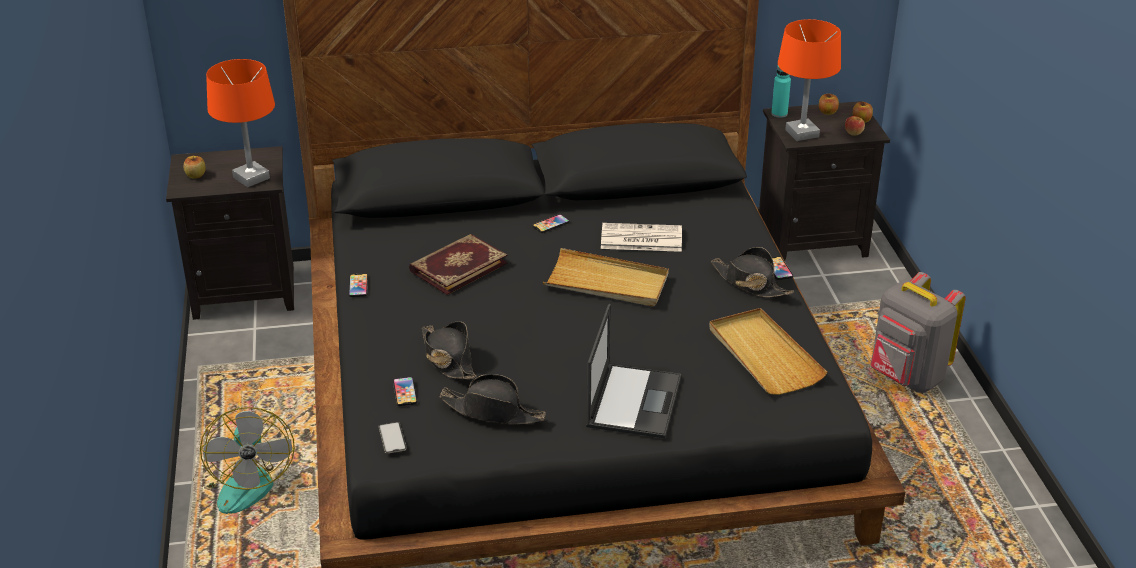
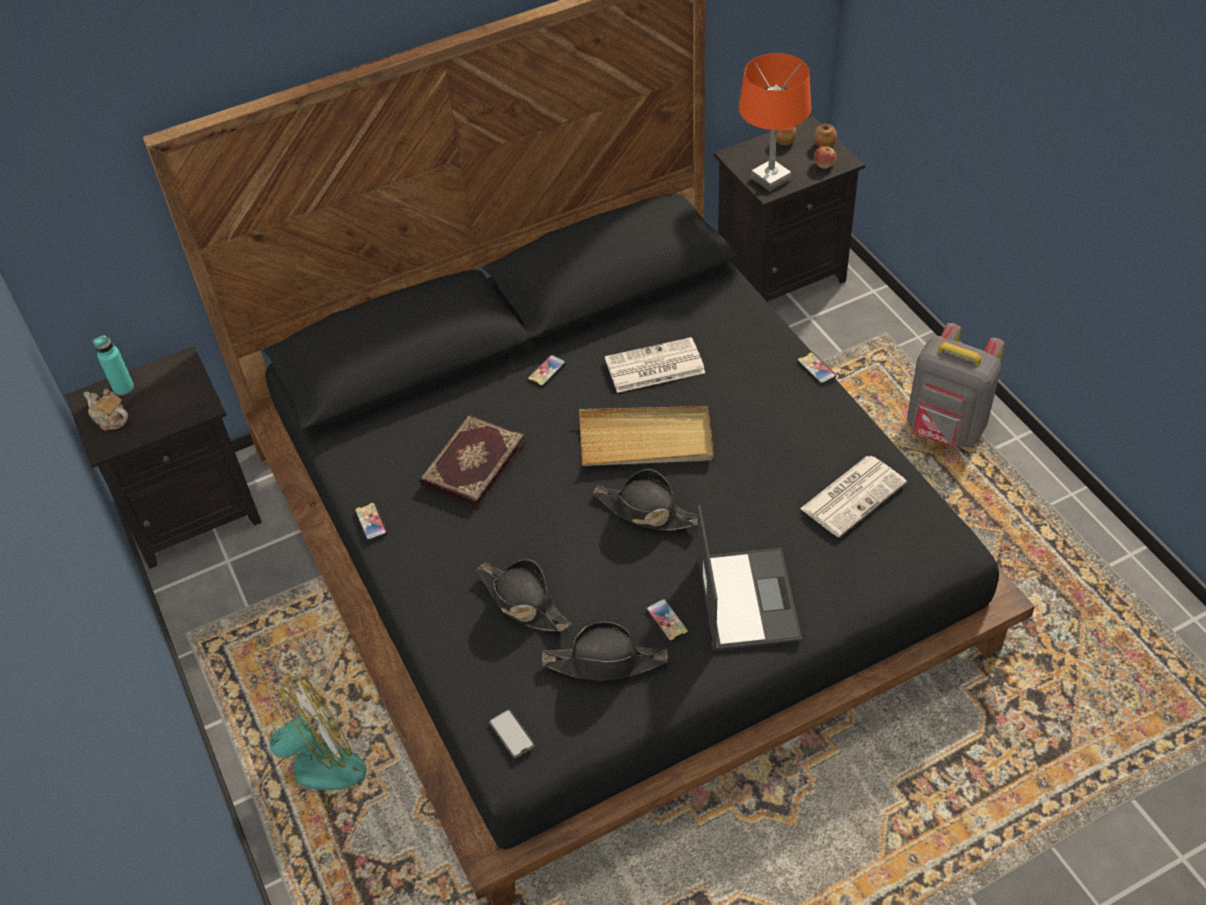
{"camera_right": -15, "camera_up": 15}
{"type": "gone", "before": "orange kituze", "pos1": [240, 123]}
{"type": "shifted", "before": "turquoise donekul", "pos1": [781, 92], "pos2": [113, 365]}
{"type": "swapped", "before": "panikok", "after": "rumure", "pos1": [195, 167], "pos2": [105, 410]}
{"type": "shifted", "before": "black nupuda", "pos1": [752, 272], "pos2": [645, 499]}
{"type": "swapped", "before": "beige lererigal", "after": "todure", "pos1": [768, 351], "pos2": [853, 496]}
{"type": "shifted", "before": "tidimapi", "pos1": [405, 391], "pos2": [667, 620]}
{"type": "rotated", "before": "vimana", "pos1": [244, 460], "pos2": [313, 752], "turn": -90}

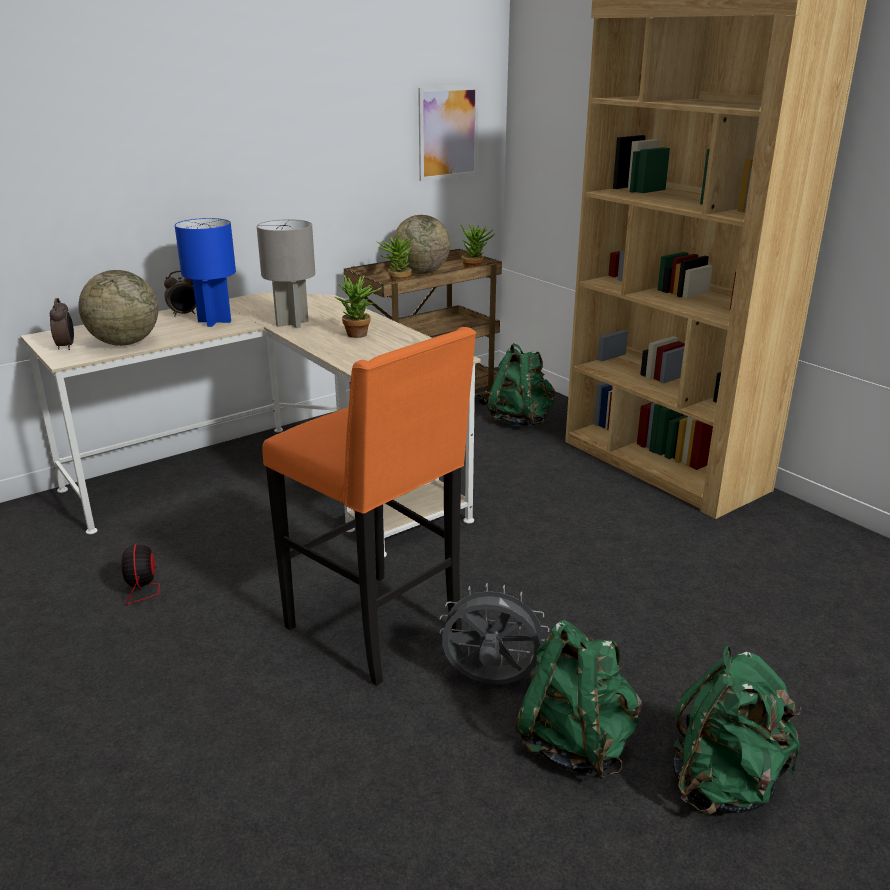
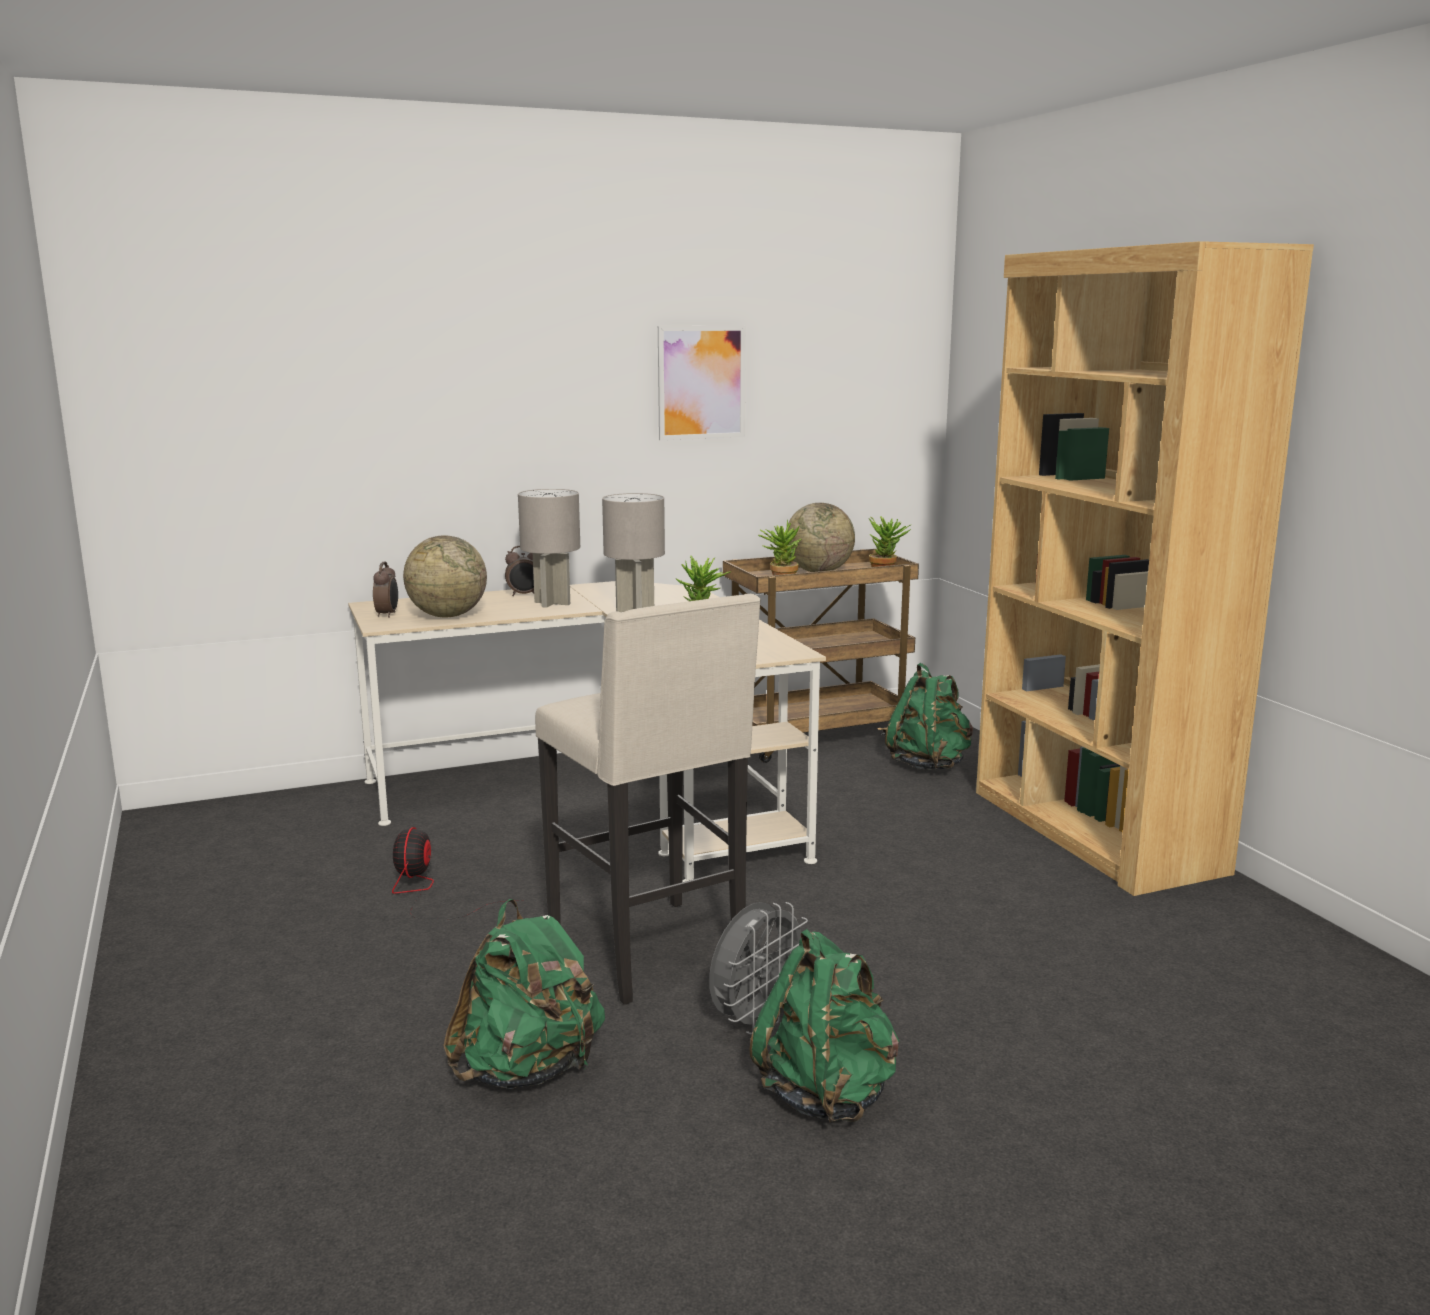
{"camera_right": 15, "camera_up": -10}
{"type": "shifted", "before": "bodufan", "pos1": [448, 133], "pos2": [702, 383]}
{"type": "repainted", "before": "blue kituze", "after": "grey kituze", "pos1": [205, 272], "pos2": [549, 548]}
{"type": "repainted", "before": "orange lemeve", "after": "beige lemeve", "pos1": [369, 506], "pos2": [648, 799]}
{"type": "rotated", "before": "grey vimana", "pos1": [494, 634], "pos2": [758, 968], "turn": 105}
{"type": "shifted", "before": "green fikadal", "pos1": [737, 730], "pos2": [524, 994]}

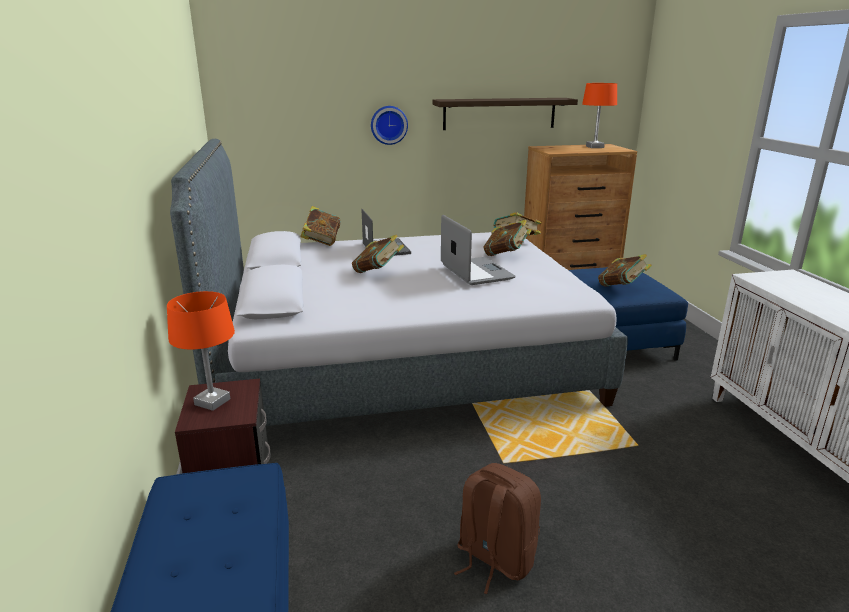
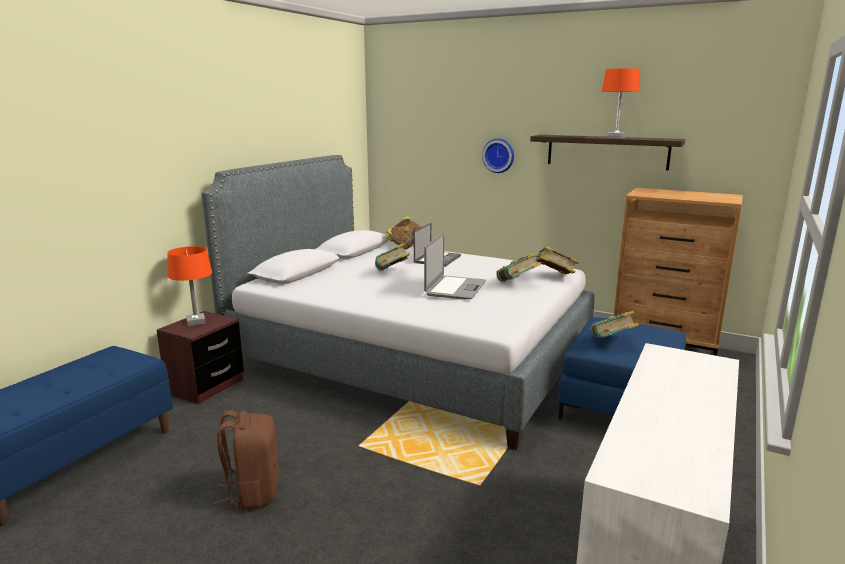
{"camera_right": 40, "camera_up": -5}
{"type": "shifted", "before": "orange kituze", "pos1": [599, 115], "pos2": [621, 103]}

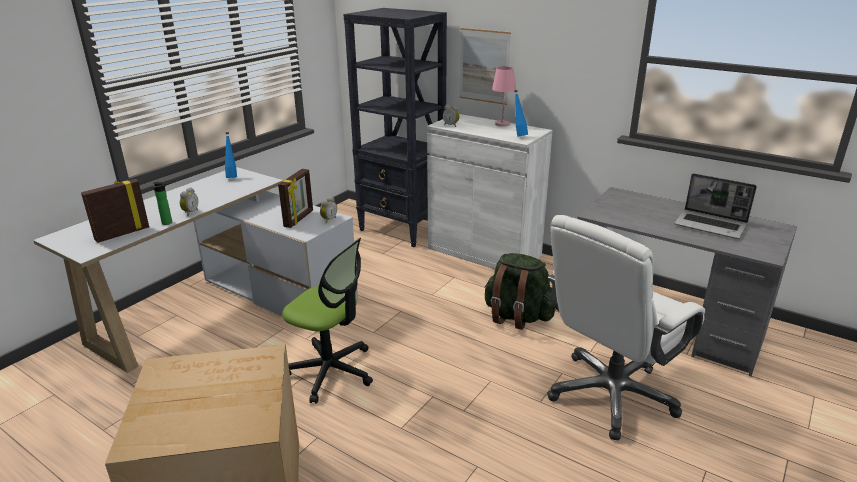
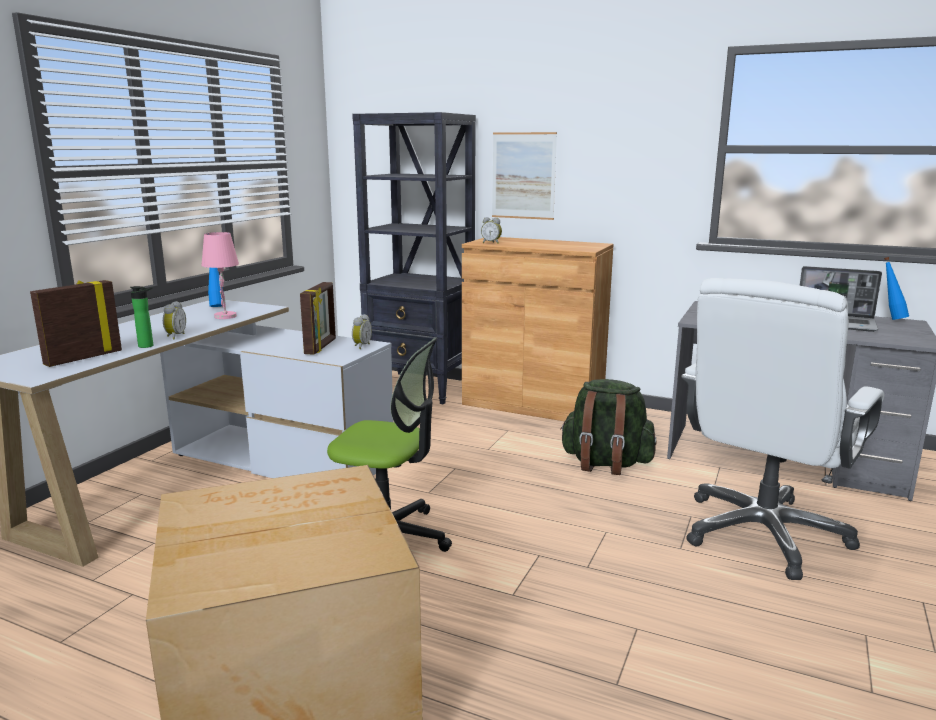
{"camera_right": -10, "camera_up": -10}
{"type": "shifted", "before": "pink kituze", "pos1": [504, 96], "pos2": [220, 275]}
{"type": "shifted", "before": "blue donekul", "pos1": [521, 113], "pos2": [896, 288]}
{"type": "repainted", "before": "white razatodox", "after": "brown razatodox", "pos1": [490, 191], "pos2": [538, 329]}

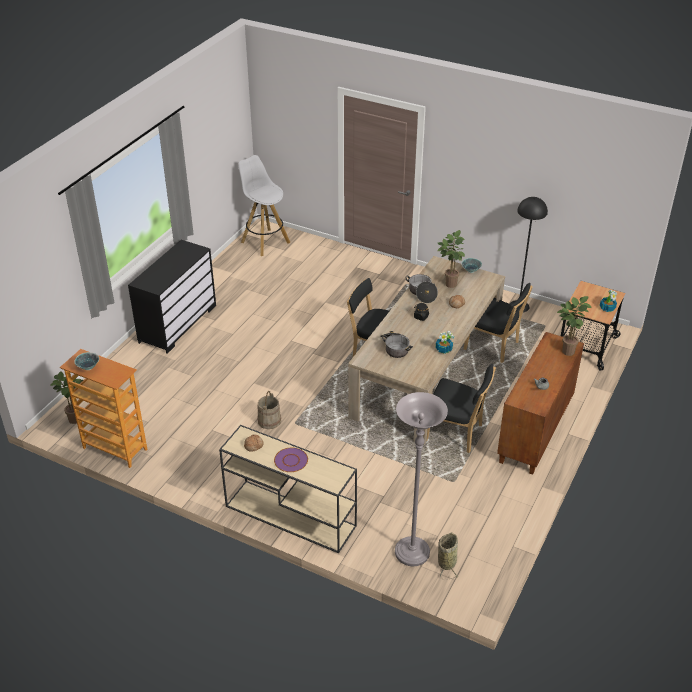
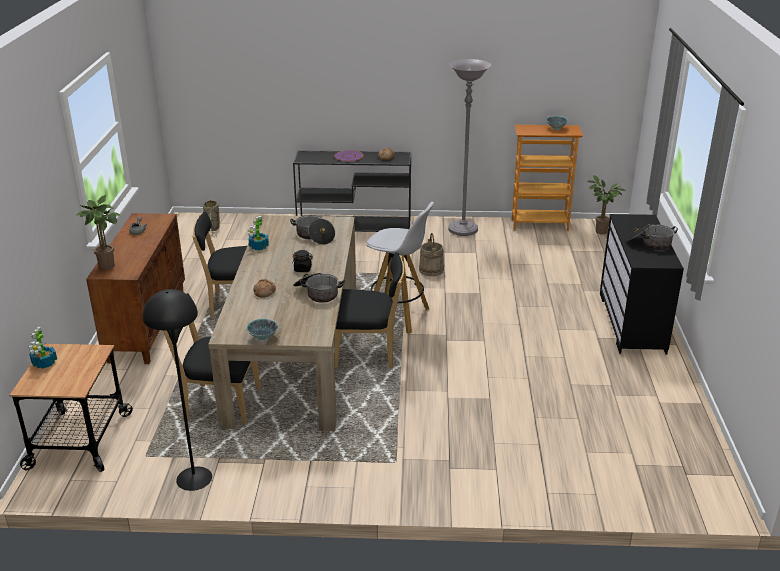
{"camera_right": 155, "camera_up": -10}
{"type": "shifted", "before": "white lemeve", "pos1": [264, 205], "pos2": [400, 268]}
{"type": "gone", "before": "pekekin", "pos1": [451, 259]}
{"type": "shifted", "before": "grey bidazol", "pos1": [421, 479], "pos2": [469, 147]}
{"type": "repainted", "before": "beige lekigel", "after": "black lekigel", "pos1": [288, 489], "pos2": [352, 191]}
{"type": "new", "after": "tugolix", "pos2": [652, 237]}

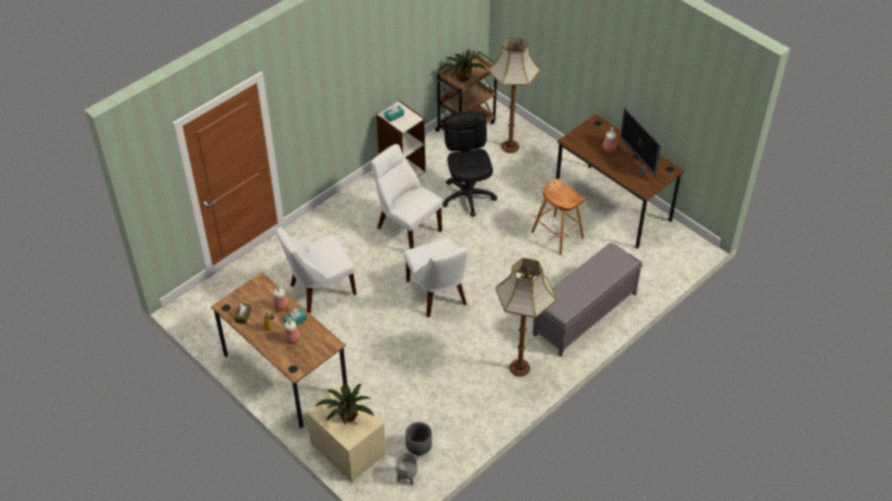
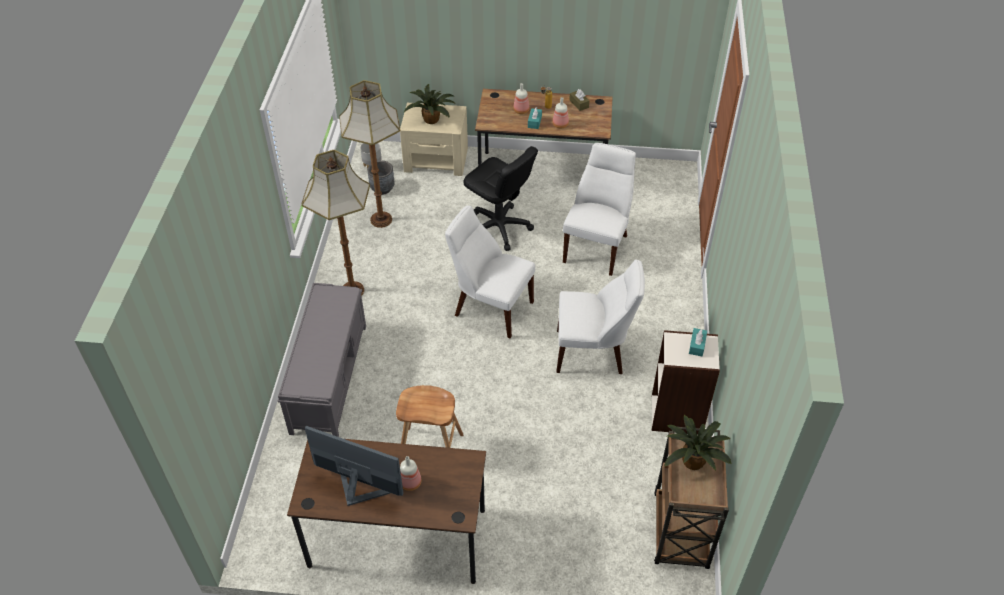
{"camera_right": 140, "camera_up": 0}
{"type": "shifted", "before": "bidazol", "pos1": [514, 95], "pos2": [369, 154]}
{"type": "shifted", "before": "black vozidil", "pos1": [470, 164], "pos2": [500, 198]}

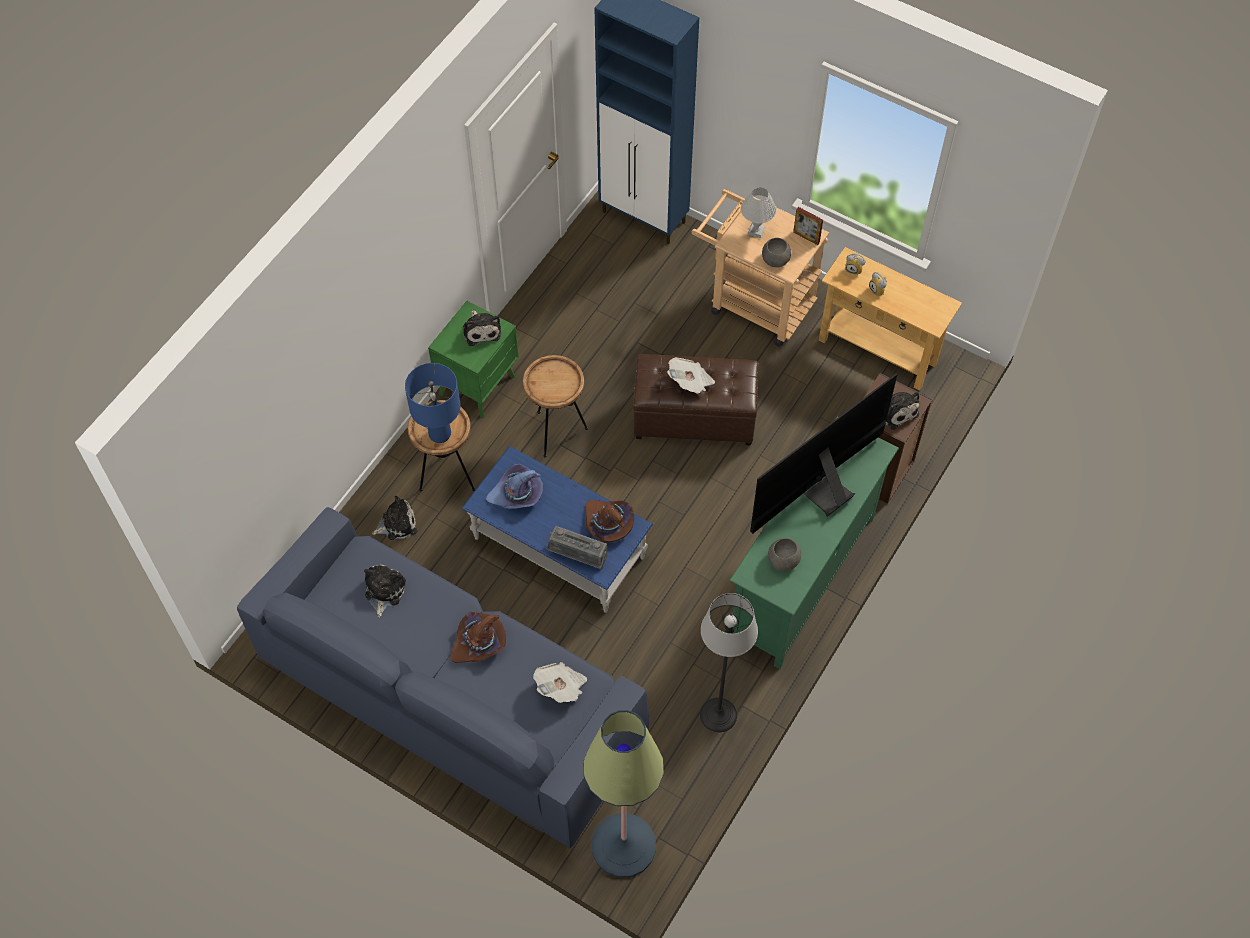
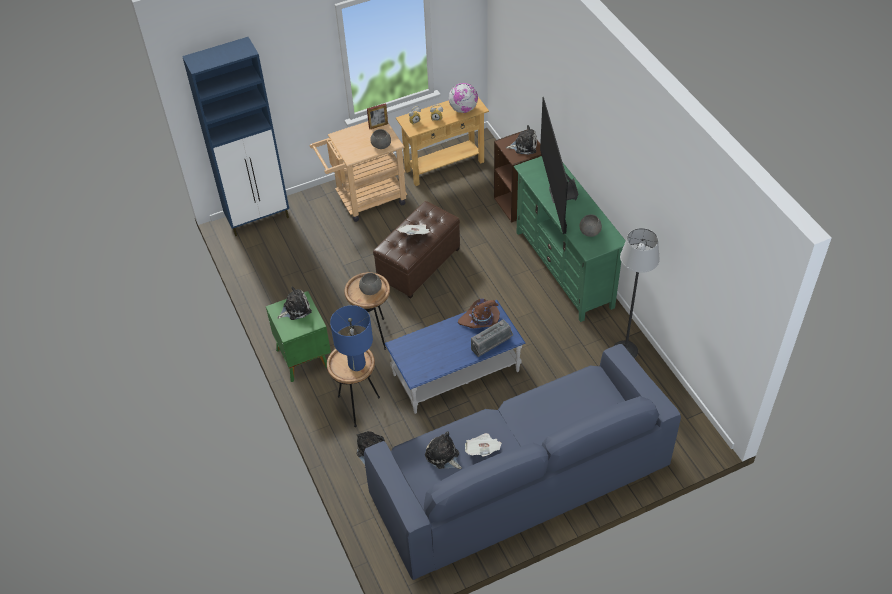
{"camera_right": -55, "camera_up": -10}
{"type": "gone", "before": "white kituze", "pos1": [759, 212]}
{"type": "rotated", "before": "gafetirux", "pos1": [482, 327], "pos2": [294, 303], "turn": -45}
{"type": "gone", "before": "purple nupuda", "pos1": [514, 486]}
{"type": "gone", "before": "brown nupuda", "pos1": [478, 637]}
{"type": "shifted", "before": "todure", "pos1": [560, 682], "pos2": [483, 444]}
{"type": "gone", "before": "bidazol", "pos1": [623, 794]}
{"type": "new", "after": "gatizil", "pos2": [463, 98]}
{"type": "new", "after": "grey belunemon", "pos2": [370, 284]}

